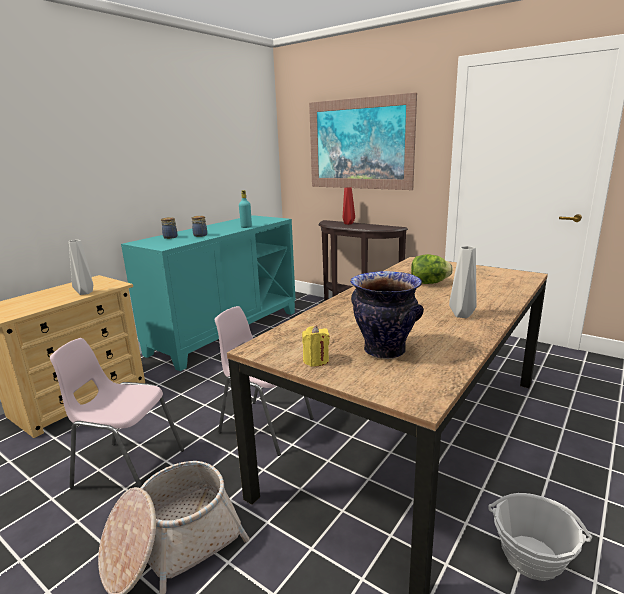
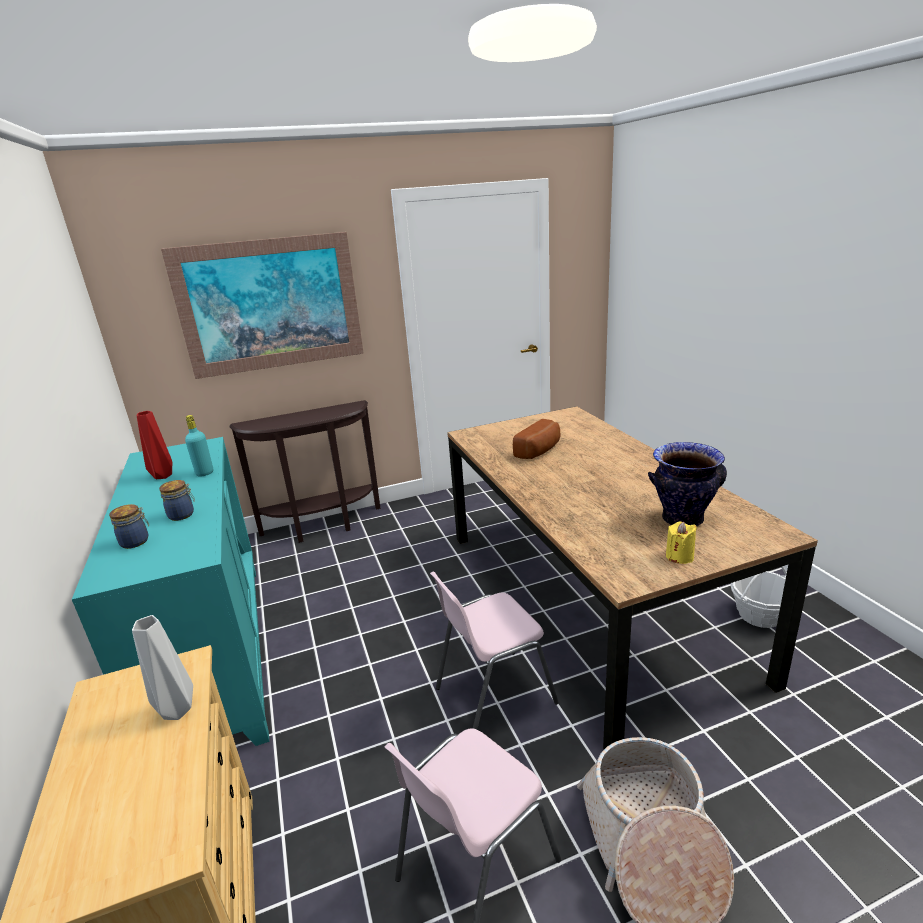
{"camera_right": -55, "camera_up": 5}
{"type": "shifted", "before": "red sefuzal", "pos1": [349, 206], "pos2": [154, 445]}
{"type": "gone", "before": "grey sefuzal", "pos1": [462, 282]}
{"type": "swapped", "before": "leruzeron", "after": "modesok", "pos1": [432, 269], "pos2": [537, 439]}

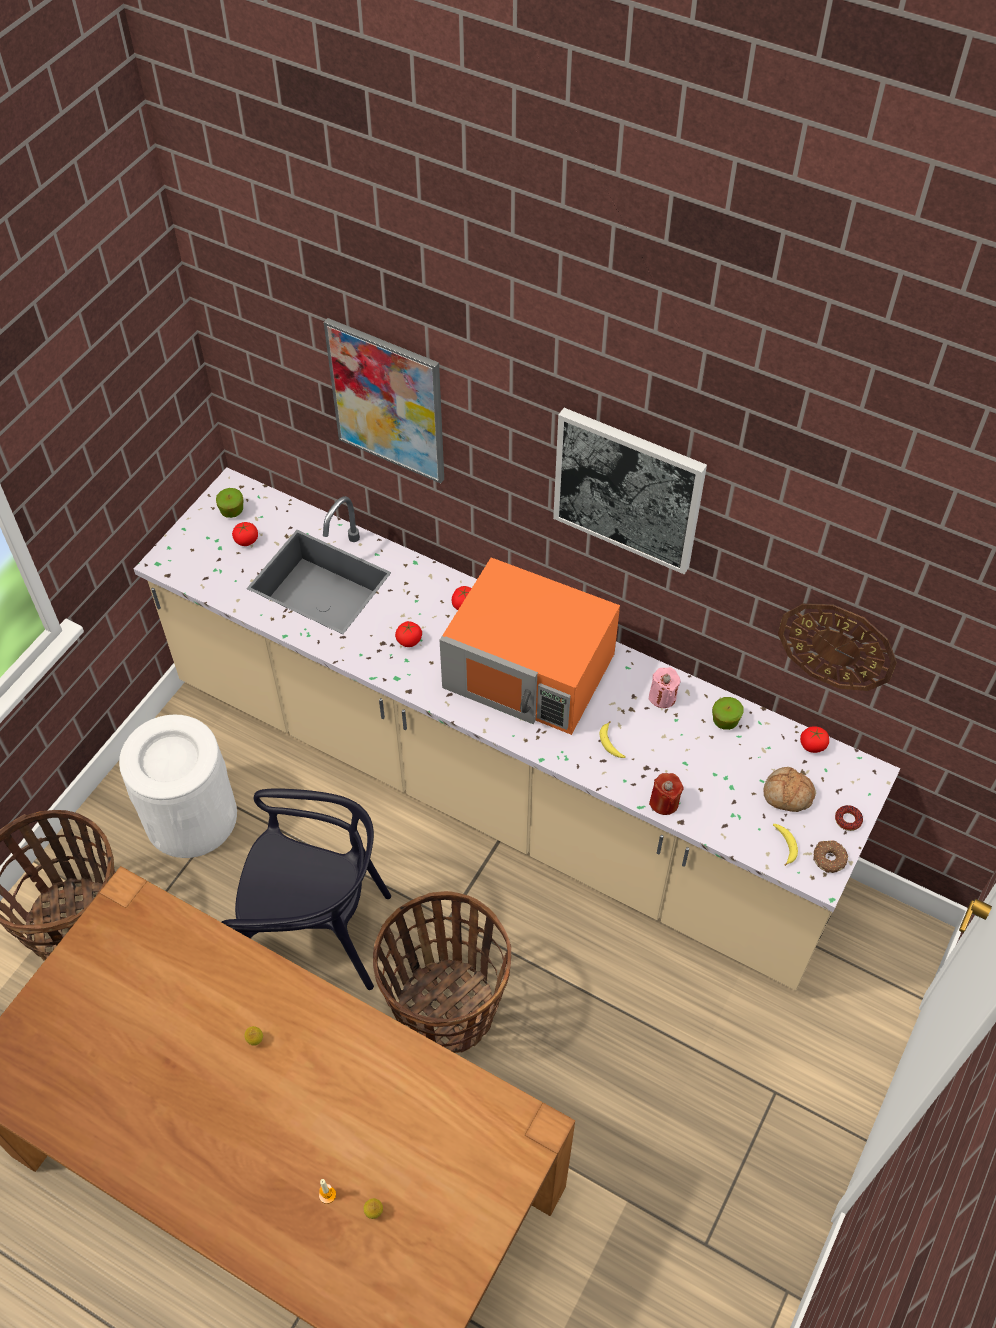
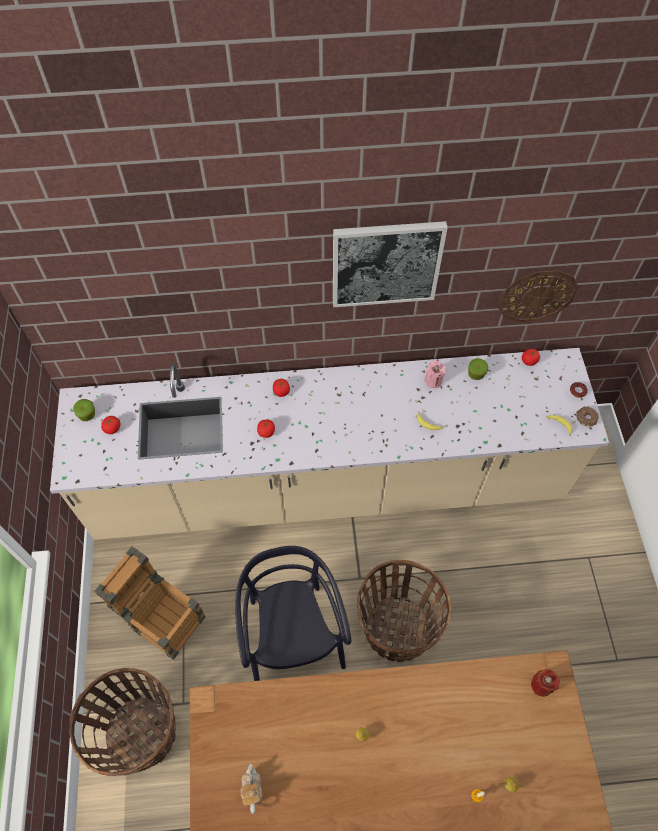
{"camera_right": -35, "camera_up": 5}
{"type": "gone", "before": "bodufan", "pos1": [384, 401]}
{"type": "gone", "before": "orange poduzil", "pos1": [530, 646]}
{"type": "swapped", "before": "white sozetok", "after": "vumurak", "pos1": [178, 786], "pos2": [149, 603]}
{"type": "gone", "before": "modesok", "pos1": [789, 789]}
{"type": "shifted", "before": "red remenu", "pos1": [666, 794], "pos2": [545, 683]}
{"type": "rotated", "before": "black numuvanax", "pos1": [306, 889], "pos2": [293, 613], "turn": -75}
{"type": "new", "after": "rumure", "pos2": [251, 789]}

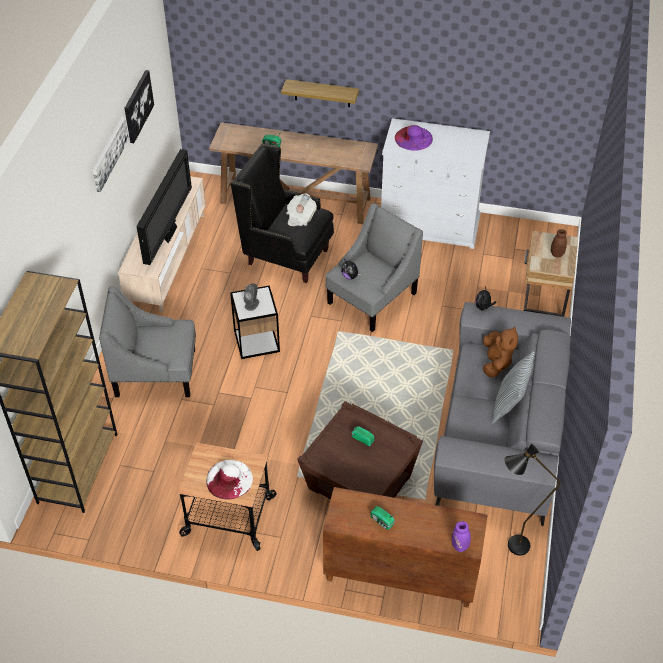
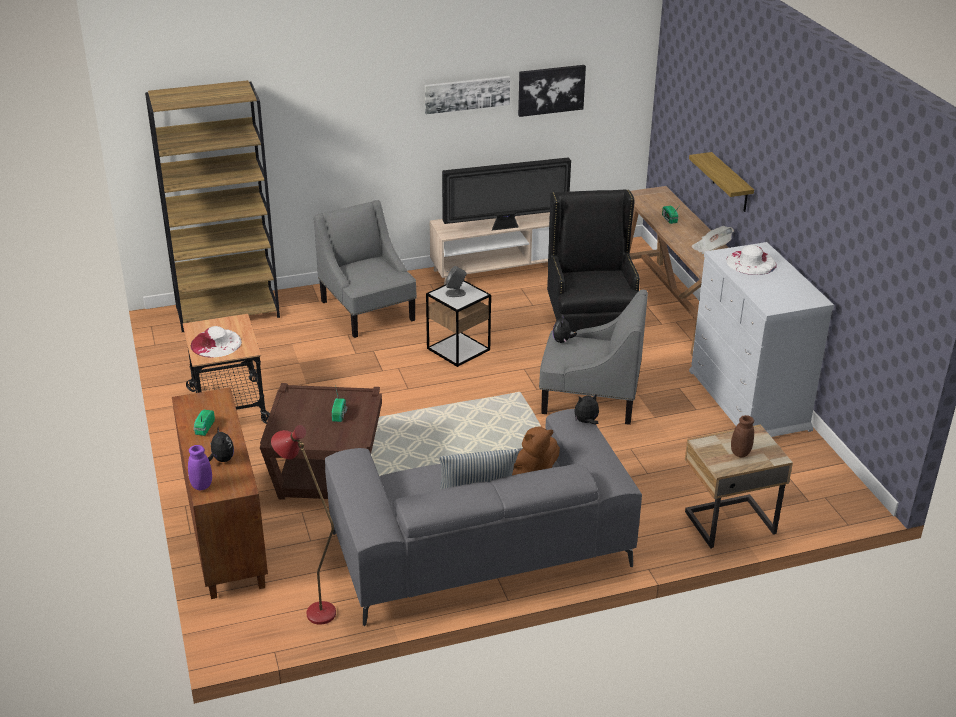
{"camera_right": 60, "camera_up": -15}
{"type": "repainted", "before": "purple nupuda", "after": "white nupuda", "pos1": [414, 138], "pos2": [751, 260]}
{"type": "shifted", "before": "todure", "pos1": [301, 209], "pos2": [713, 240]}
{"type": "repainted", "before": "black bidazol", "after": "red bidazol", "pos1": [532, 500], "pos2": [303, 525]}
{"type": "new", "after": "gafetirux", "pos2": [221, 444]}

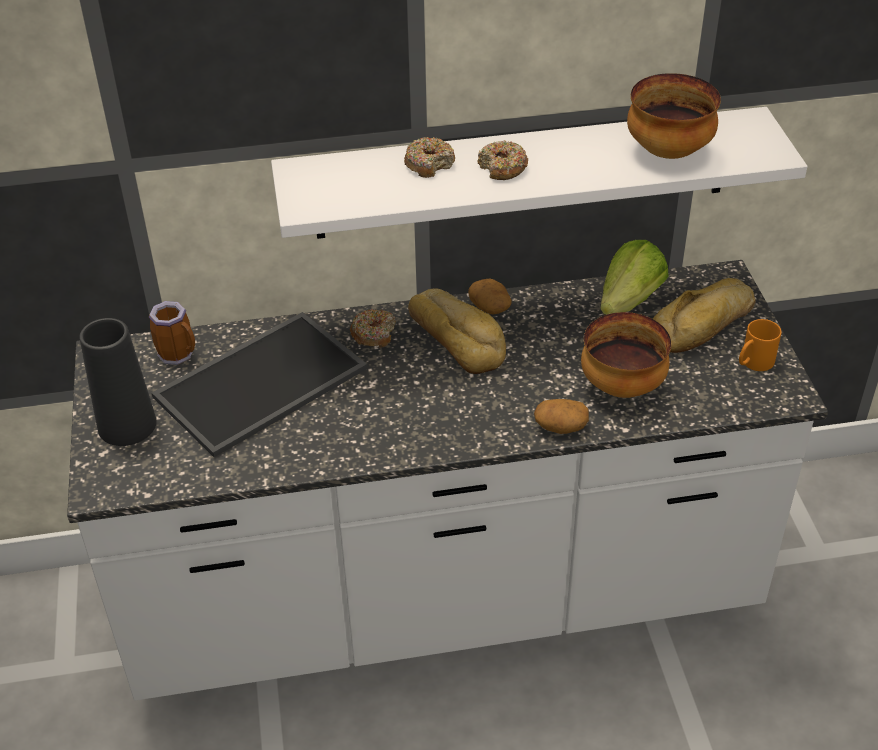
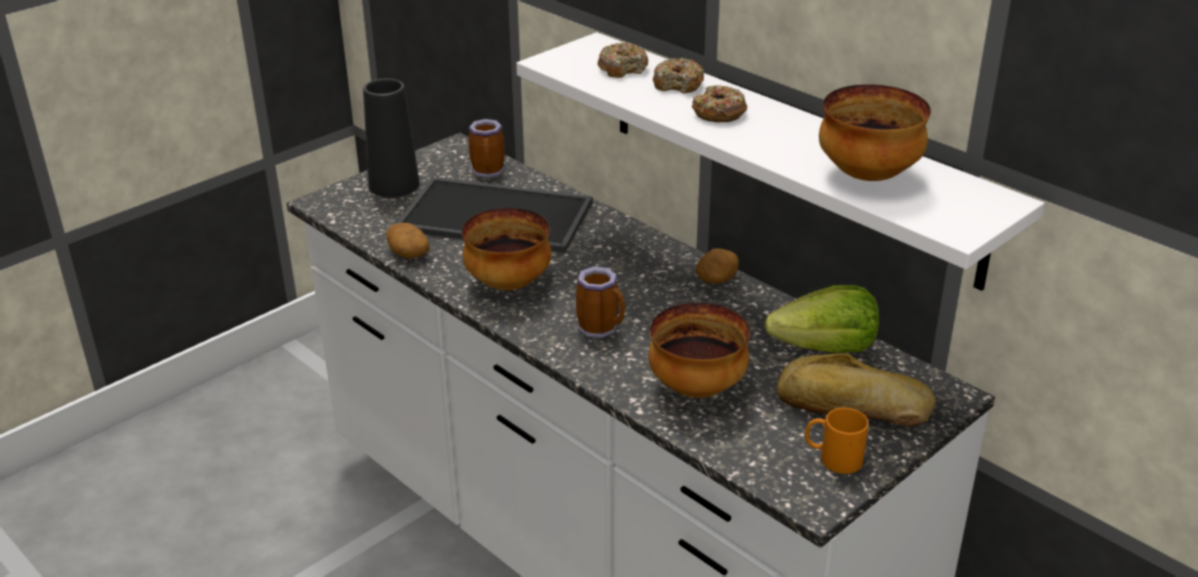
{"camera_right": 55, "camera_up": -10}
{"type": "gone", "before": "modesok", "pos1": [457, 331]}
{"type": "shifted", "before": "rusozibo", "pos1": [373, 328], "pos2": [622, 60]}
{"type": "shifted", "before": "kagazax", "pos1": [561, 416], "pos2": [408, 241]}
{"type": "new", "after": "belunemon", "pos2": [506, 249]}
{"type": "new", "after": "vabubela", "pos2": [600, 303]}

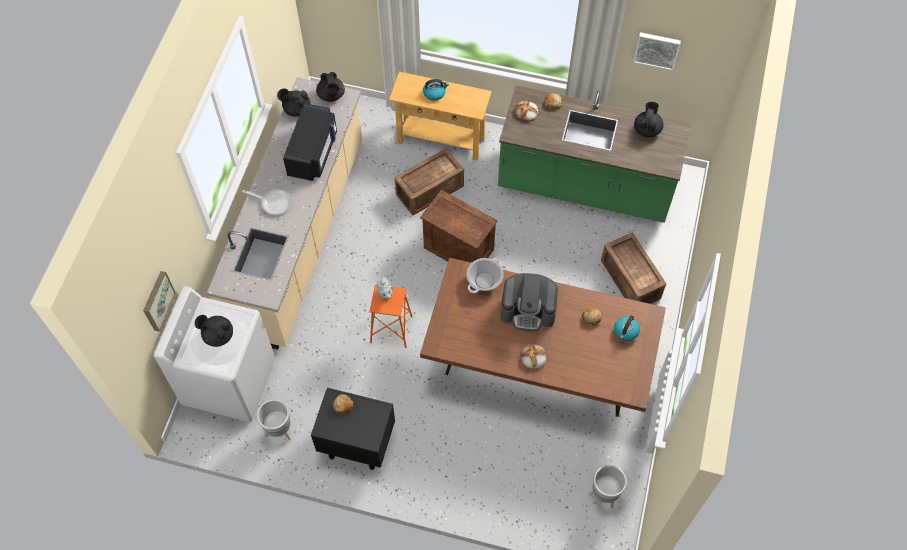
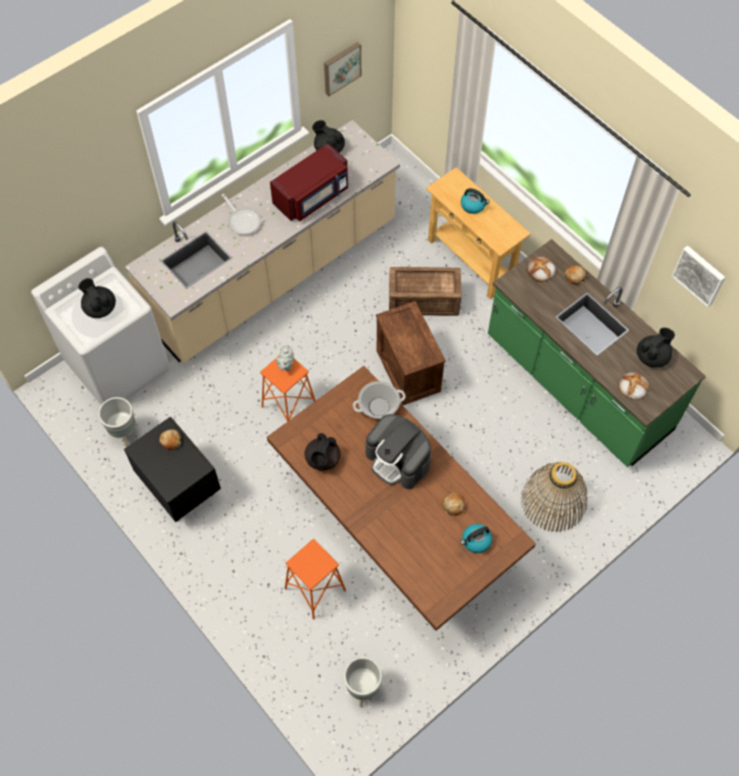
{"camera_right": 35, "camera_up": 0}
{"type": "shifted", "before": "black rumure", "pos1": [330, 87], "pos2": [322, 451]}
{"type": "repainted", "before": "black poduzil", "after": "red poduzil", "pos1": [310, 142], "pos2": [309, 182]}
{"type": "swapped", "before": "vumurak", "after": "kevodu", "pos1": [633, 268], "pos2": [554, 497]}
{"type": "shifted", "before": "bodufan", "pos1": [159, 301], "pos2": [342, 69]}
{"type": "shifted", "before": "modesok", "pos1": [533, 356], "pos2": [633, 386]}
{"type": "new", "after": "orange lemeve", "pos2": [315, 579]}

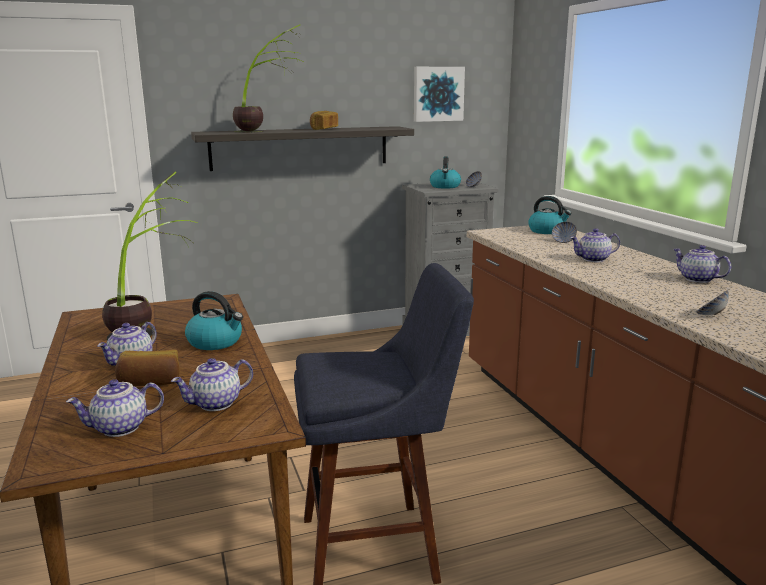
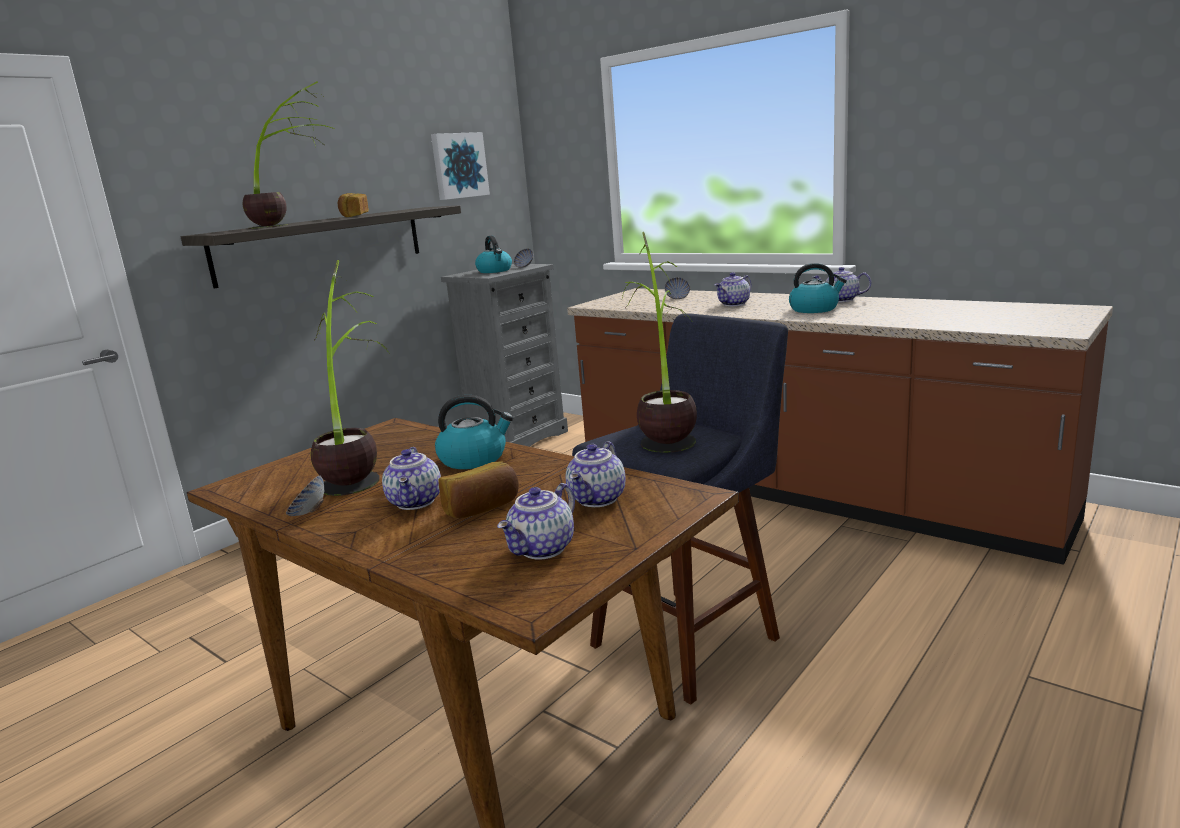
{"camera_right": -30, "camera_up": 0}
{"type": "shifted", "before": "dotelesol", "pos1": [550, 215], "pos2": [818, 288]}
{"type": "shifted", "before": "belunemon", "pos1": [712, 302], "pos2": [305, 495]}
{"type": "new", "after": "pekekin", "pos2": [659, 342]}

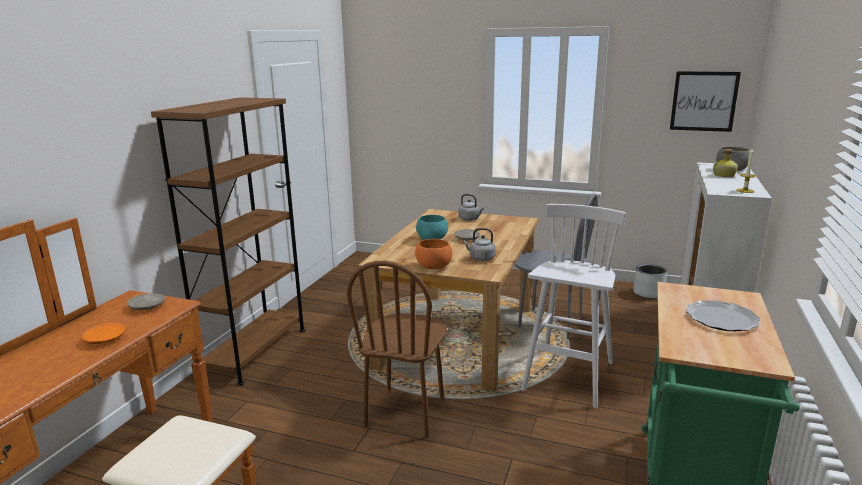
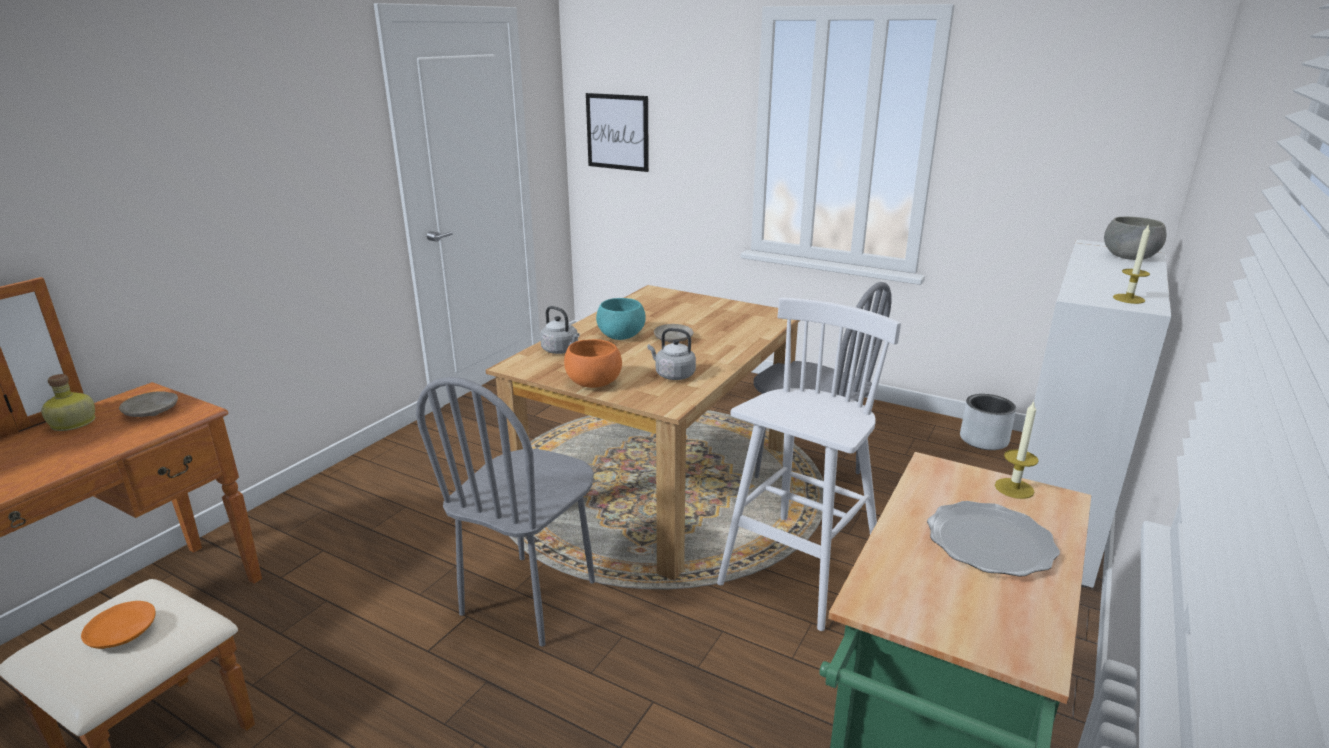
{"camera_right": 10, "camera_up": 5}
{"type": "shifted", "before": "bodufan", "pos1": [705, 101], "pos2": [617, 132]}
{"type": "gone", "before": "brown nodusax", "pos1": [228, 241]}
{"type": "shifted", "before": "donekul", "pos1": [725, 163], "pos2": [68, 402]}
{"type": "shifted", "before": "grey dotelesol", "pos1": [471, 207], "pos2": [560, 330]}
{"type": "repainted", "before": "brown numuvanax", "after": "grey numuvanax", "pos1": [397, 349], "pos2": [505, 511]}
{"type": "shifted", "before": "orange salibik", "pos1": [104, 333], "pos2": [118, 625]}
{"type": "new", "after": "remenu", "pos2": [1017, 450]}

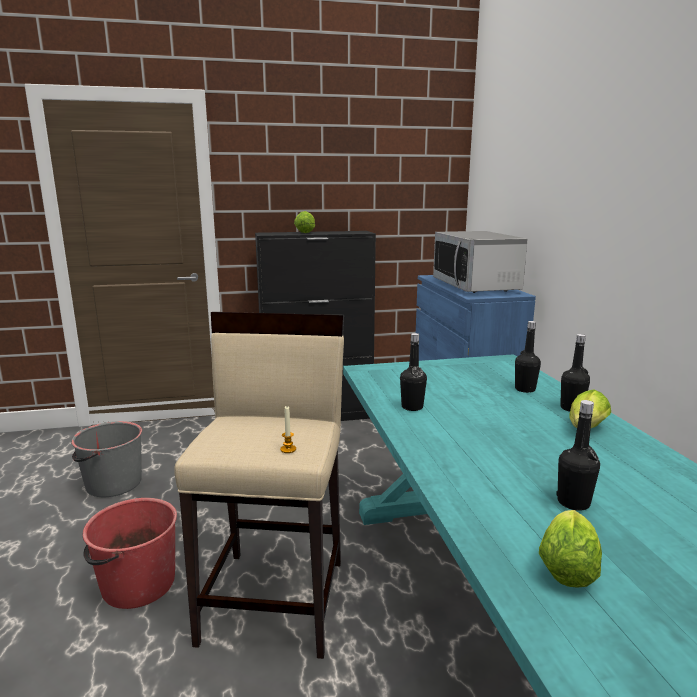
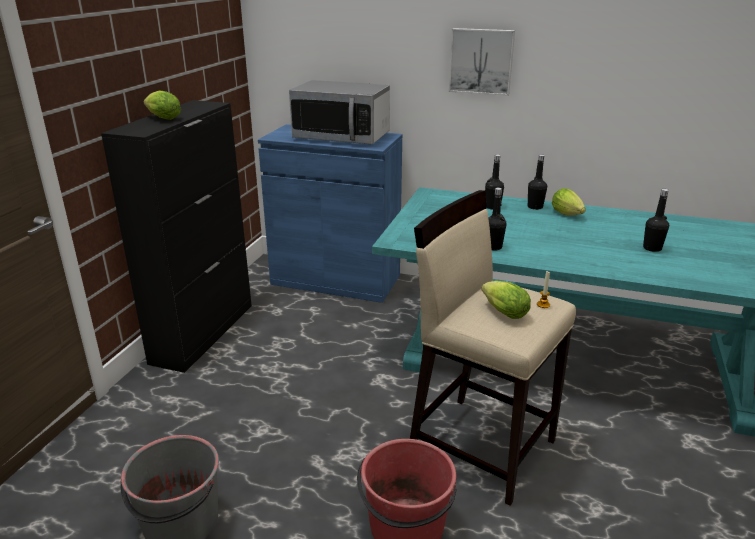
{"camera_right": -60, "camera_up": 10}
{"type": "shifted", "before": "leruzeron", "pos1": [570, 549], "pos2": [506, 300]}
{"type": "new", "after": "bodufan", "pos2": [482, 62]}

